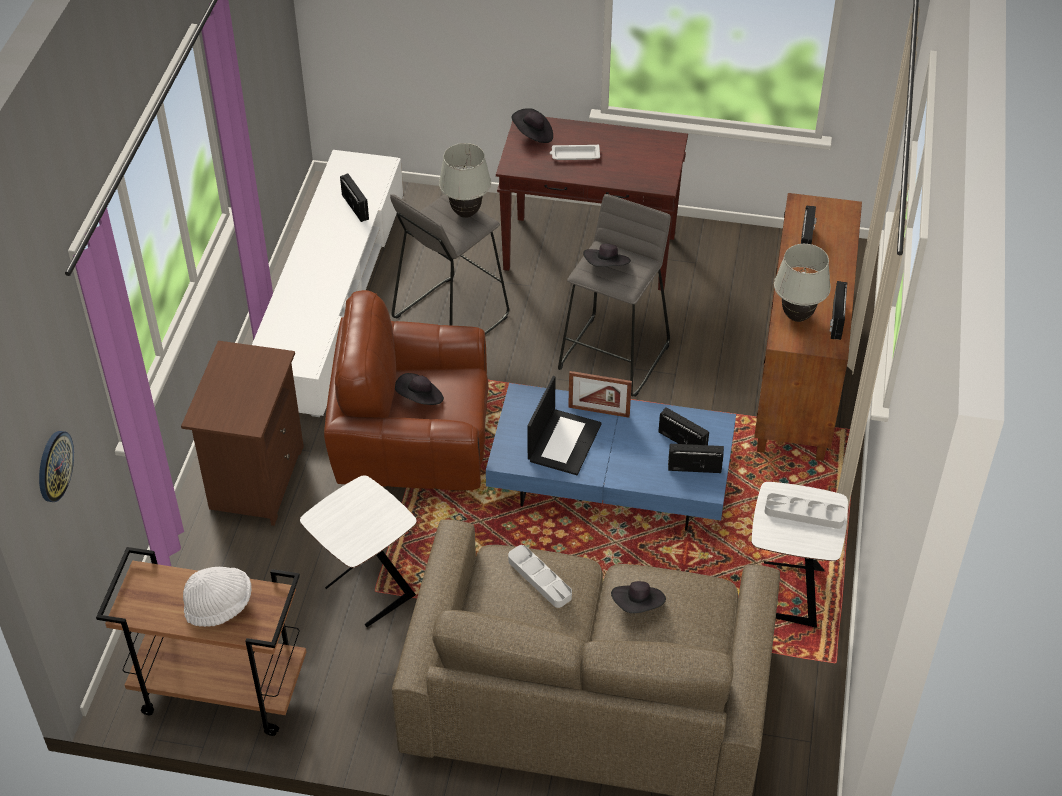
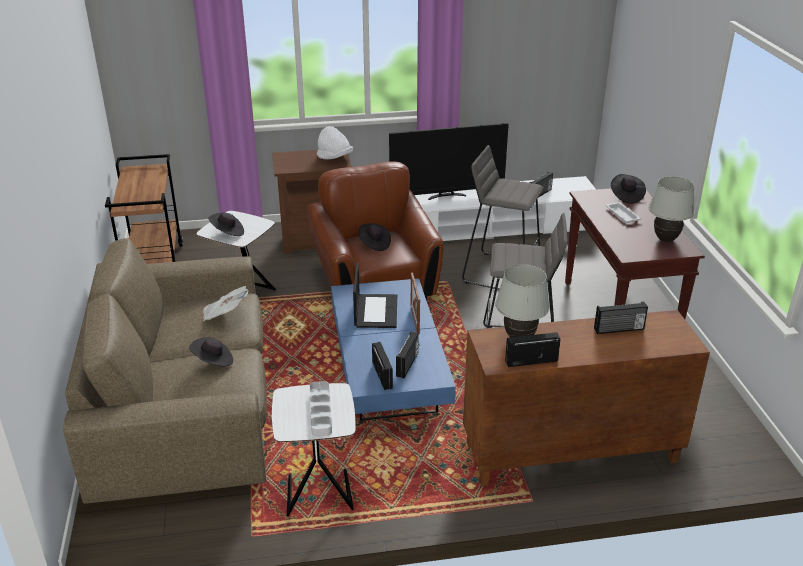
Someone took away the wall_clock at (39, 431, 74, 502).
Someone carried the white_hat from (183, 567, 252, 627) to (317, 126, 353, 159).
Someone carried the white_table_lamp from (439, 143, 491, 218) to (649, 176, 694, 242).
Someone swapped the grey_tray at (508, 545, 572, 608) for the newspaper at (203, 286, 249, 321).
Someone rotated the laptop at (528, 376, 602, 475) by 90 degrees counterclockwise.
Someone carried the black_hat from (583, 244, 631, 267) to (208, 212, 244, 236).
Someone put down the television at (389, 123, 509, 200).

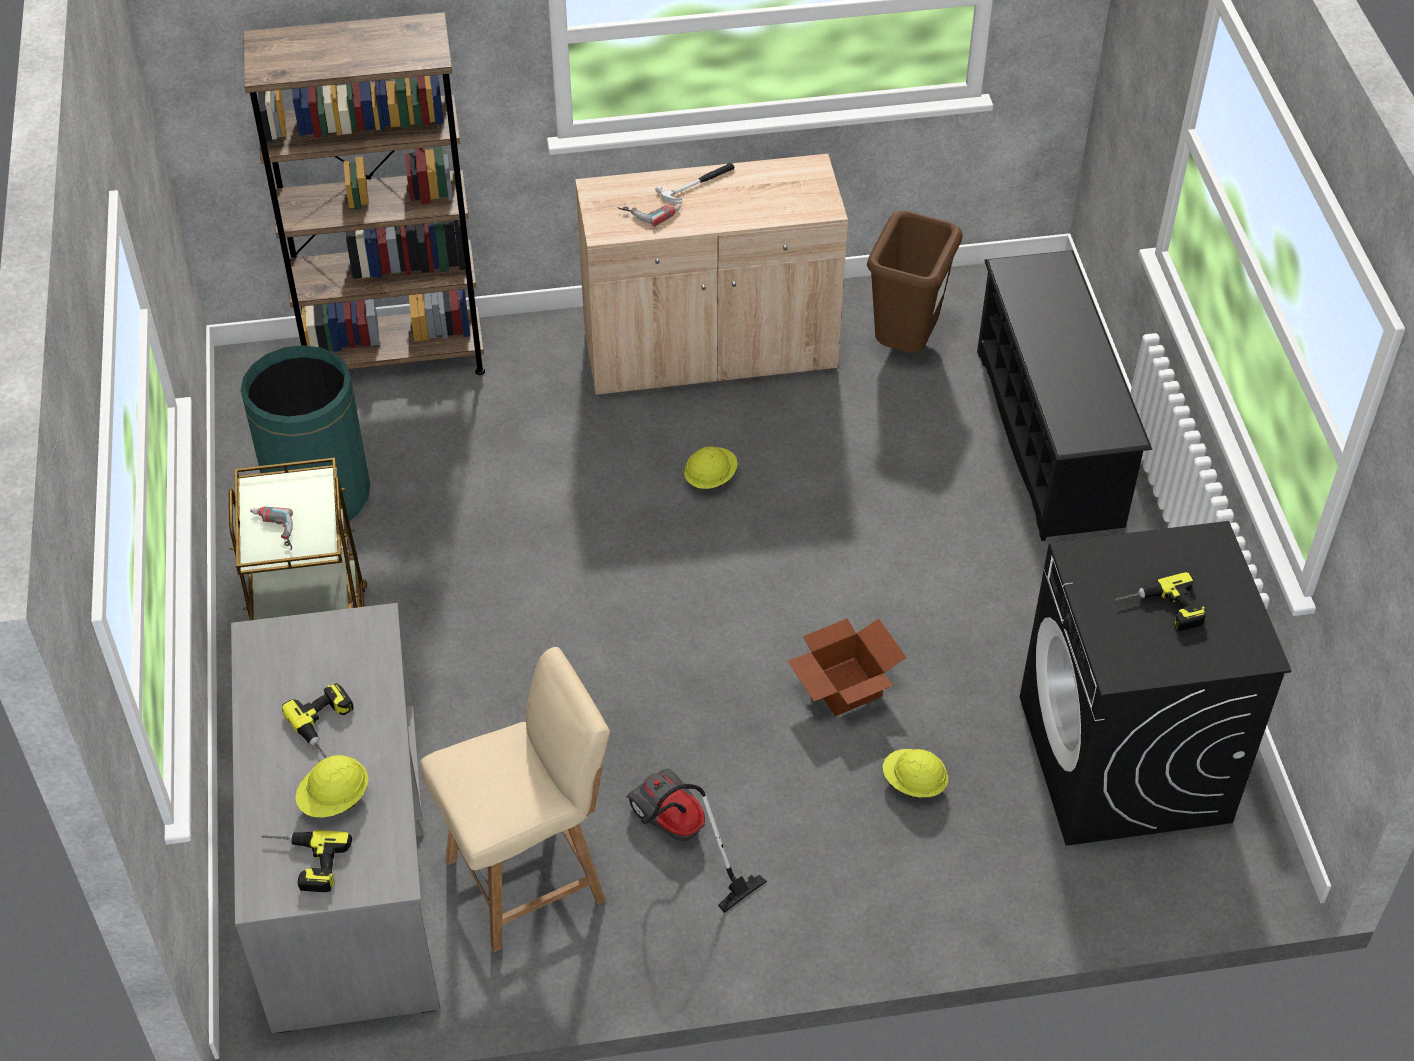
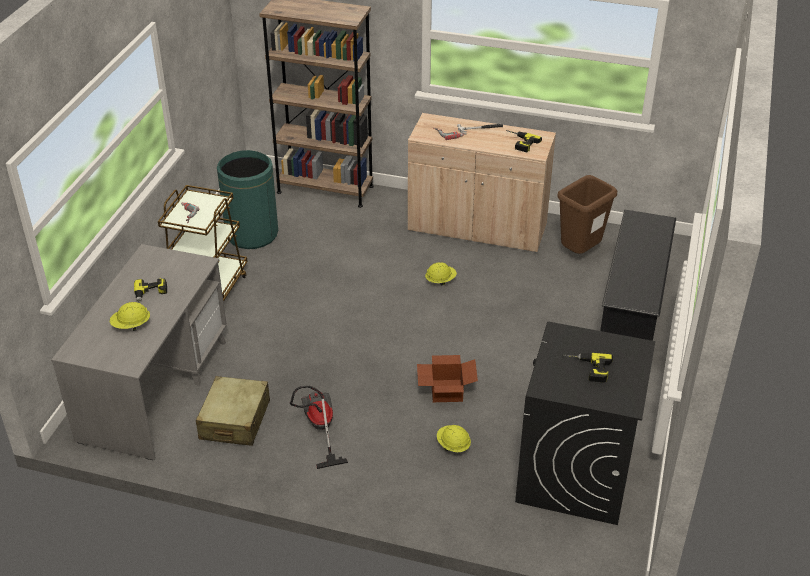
Someone carried the power_drill from (261, 830, 352, 892) to (506, 130, 542, 152).
Someone swapped the beige_chair at (420, 647, 610, 952) for the beige_suitcase at (196, 376, 270, 446).

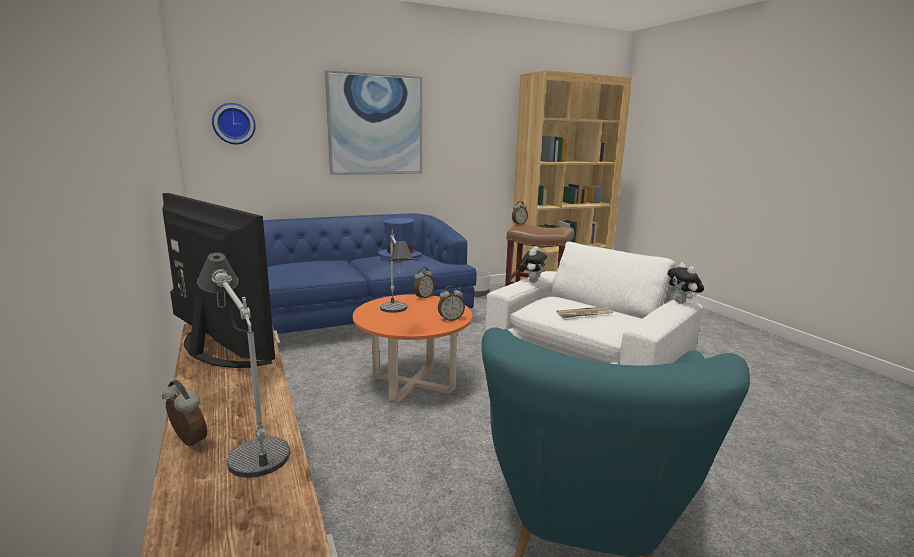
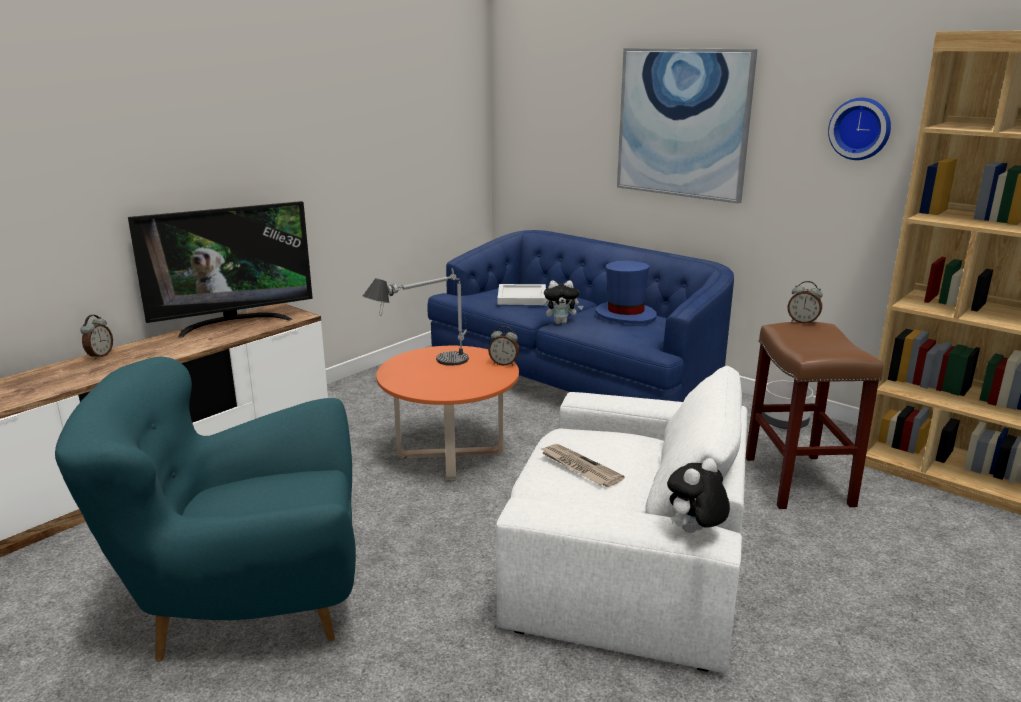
Someone rotated the television at (162, 193, 275, 368) by 45 degrees clockwise.
Someone took away the table_lamp at (197, 252, 290, 478).
Someone carried the wall_clock from (212, 103, 256, 144) to (828, 98, 891, 160).
Someone took away the alarm_clock at (438, 286, 465, 321).
Someone carried the plush_toy from (519, 246, 547, 283) to (543, 281, 583, 324).
Someone put down the white_tray at (497, 284, 546, 305).

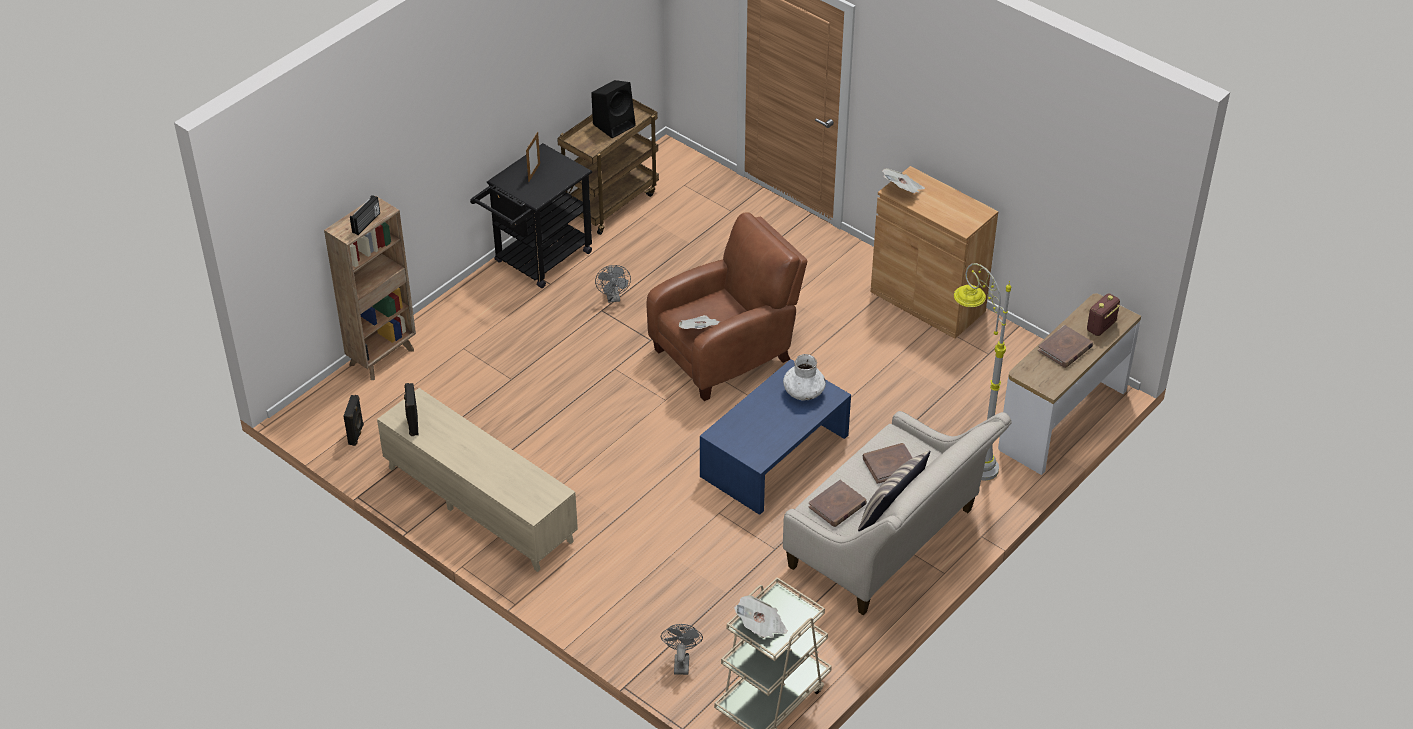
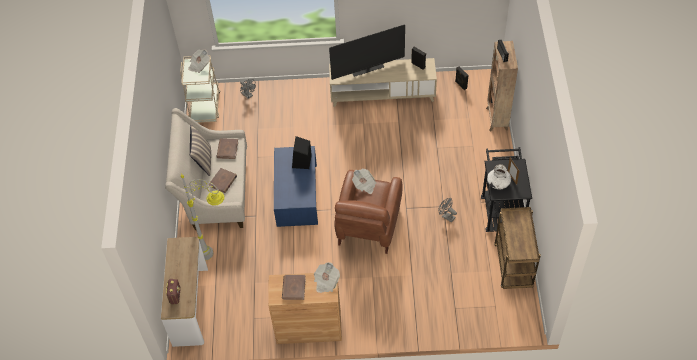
Someone carried the black_speaker from (591, 80, 636, 138) to (292, 136, 312, 169).
Someone carried the white_vase from (783, 354, 826, 400) to (487, 164, 511, 189).
Someone carried the brown_book from (1038, 325, 1093, 368) to (282, 275, 306, 300).
Someone put down the television at (329, 24, 405, 80).

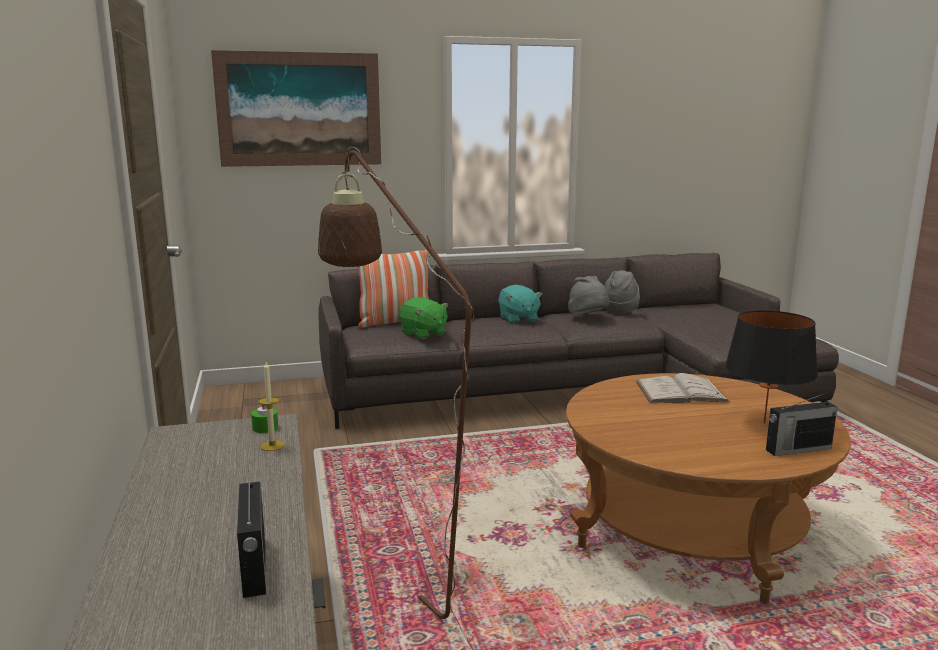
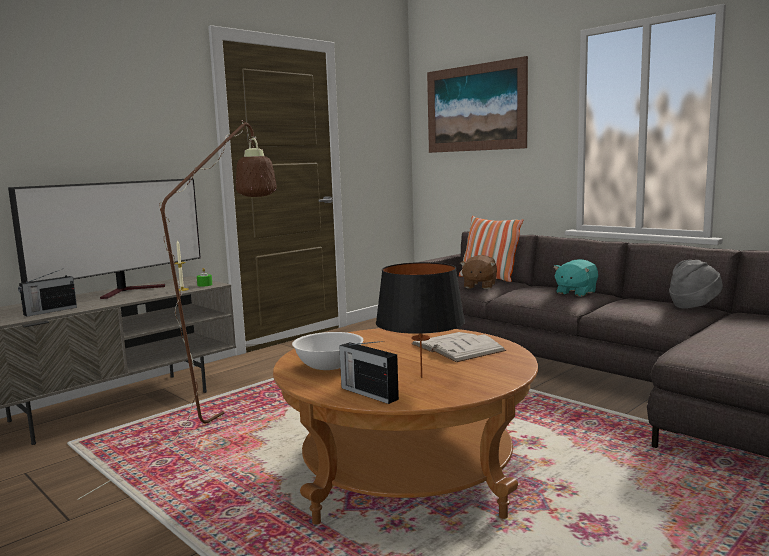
Someone repainted the green_plush_toy at (399, 297, 448, 340), which became the brown_plush_toy at (460, 255, 497, 289).
Someone took away the grey_hat at (568, 276, 610, 315).
Someone put down the television at (8, 178, 201, 299).
Someone put down the white_bowl at (292, 332, 363, 370).

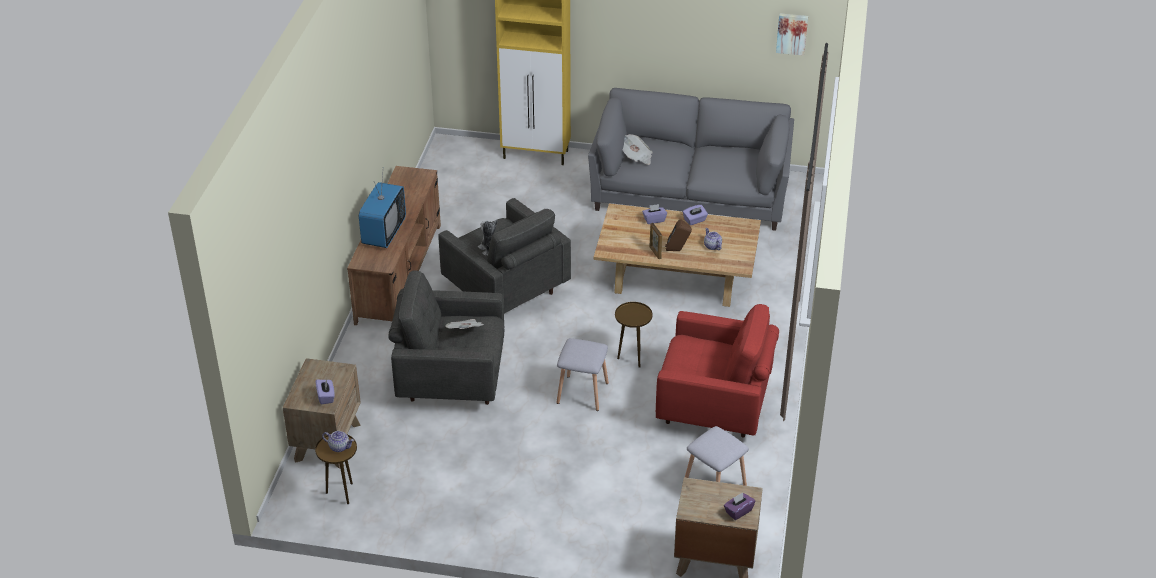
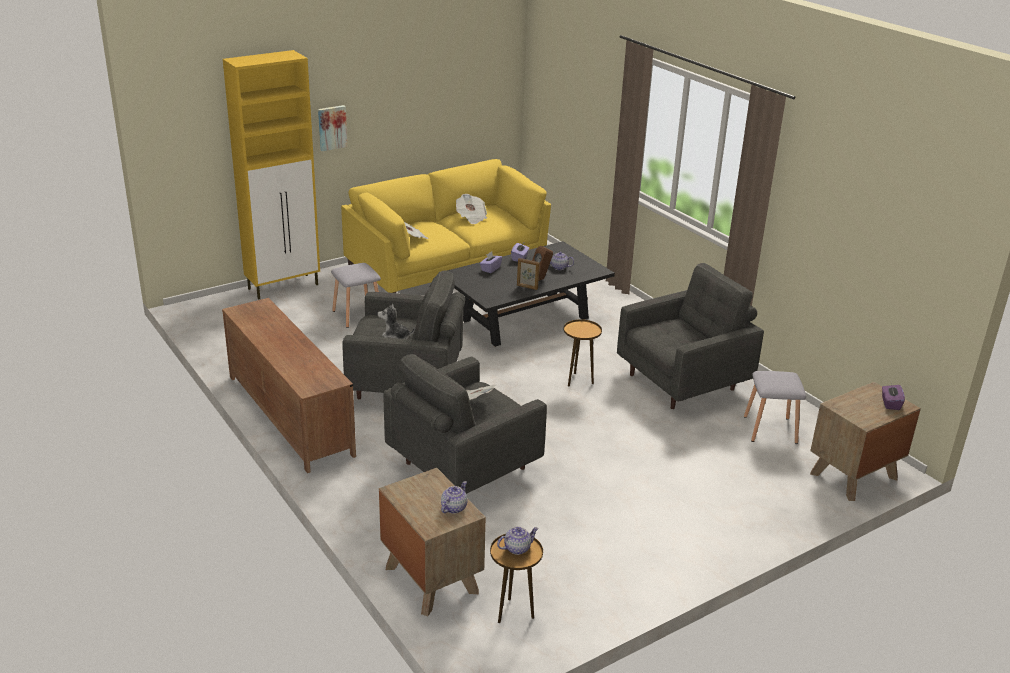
Someone swapped the purple_tissue_box at (316, 379, 335, 405) for the teapot at (441, 481, 468, 514).
Someone took away the television at (359, 167, 406, 248).
Someone carried the grey_stool from (556, 338, 609, 411) to (331, 263, 381, 328).
Someone repainted the grey_sofa at (588, 88, 794, 231), which became the yellow_sofa at (341, 159, 551, 293).
Someone repainted the beige_coffee_table at (594, 203, 761, 307), which became the black_coffee_table at (447, 241, 615, 347).
Someone repainted the red_armchair at (656, 304, 779, 438), which became the grey_armchair at (617, 263, 764, 409).
Someone carried the picture from (776, 13, 808, 56) to (318, 105, 347, 151).
Someone put down the newspaper at (456, 194, 487, 224).

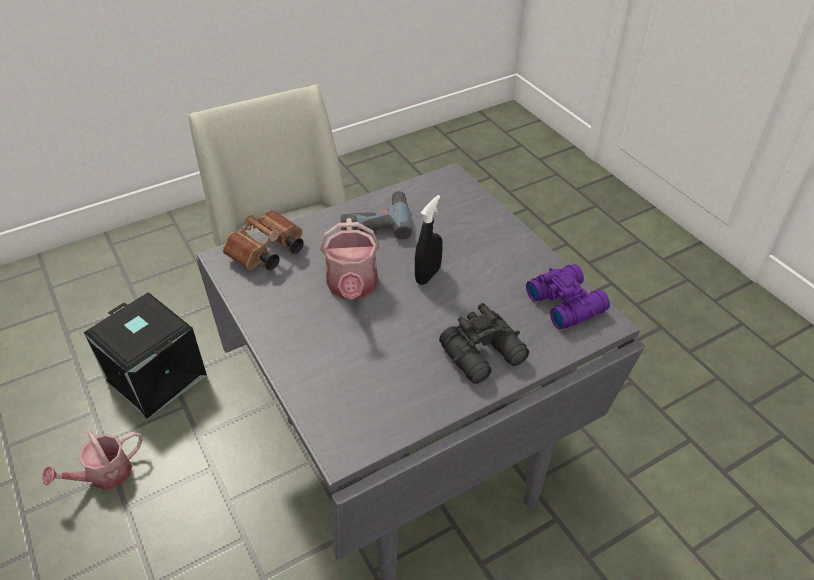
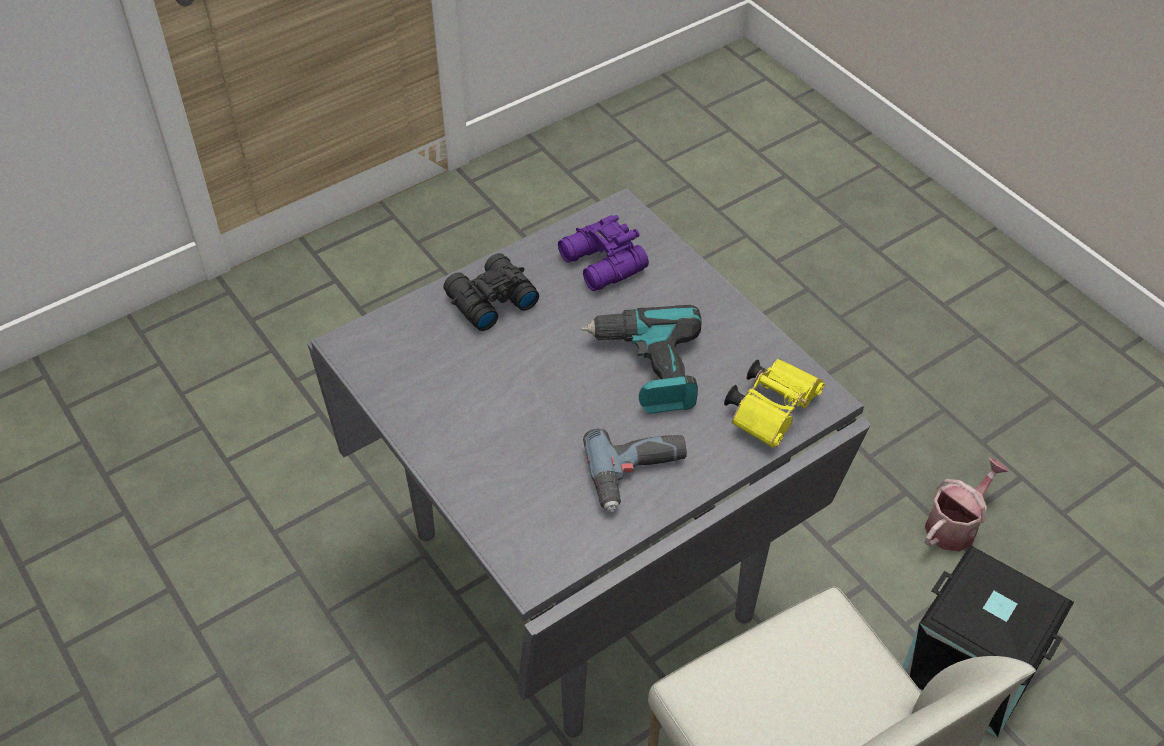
Someone repainted the brown_binoculars at (223, 210, 304, 271), which became the yellow_binoculars at (724, 359, 825, 448).
Someone swapped the watering_can at (320, 218, 380, 300) for the power_drill at (581, 305, 702, 414).
Someone took away the black_spray_bottle at (415, 195, 443, 285).
Someone carried the purple_binoculars from (526, 264, 610, 329) to (558, 215, 649, 291).

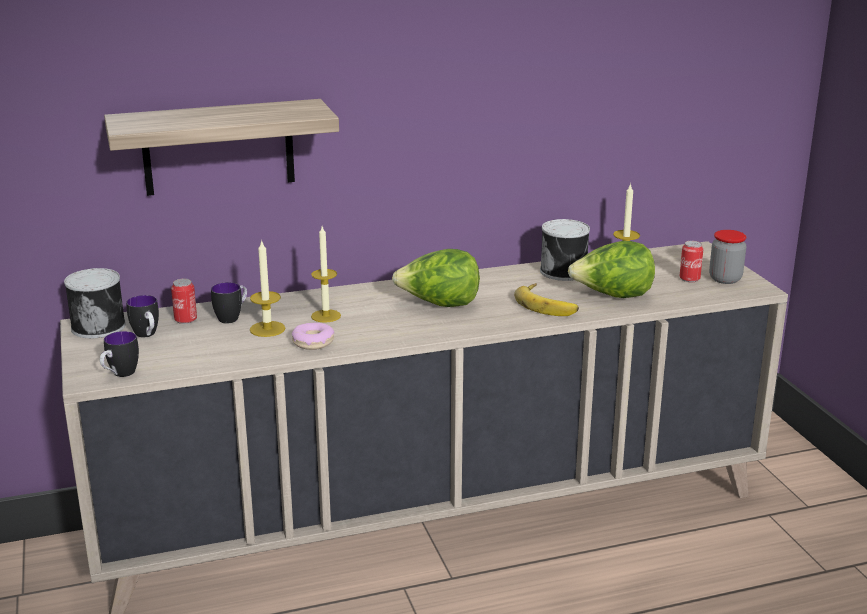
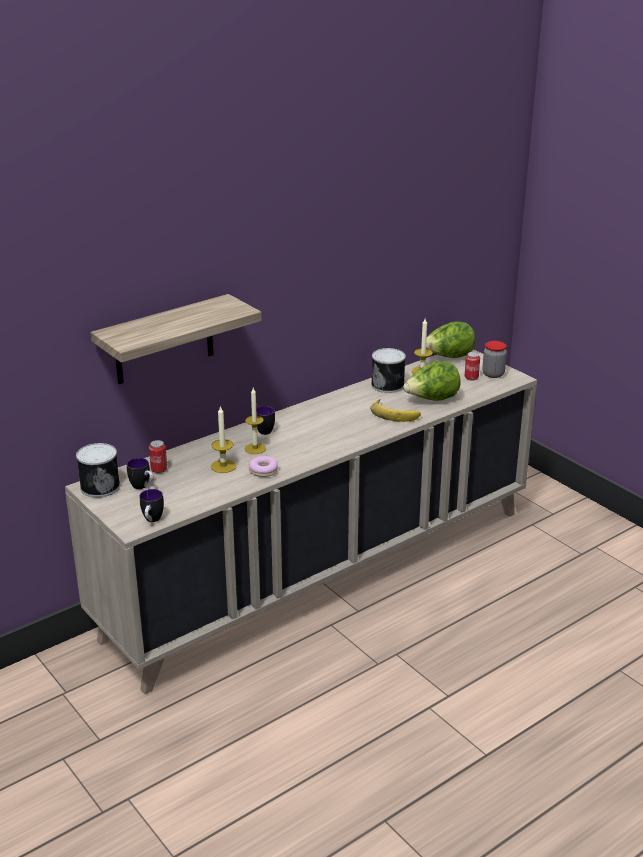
Someone carried the mug from (211, 282, 247, 324) to (256, 406, 275, 435).
Someone carried the lettuce from (392, 249, 480, 307) to (426, 321, 475, 358).

